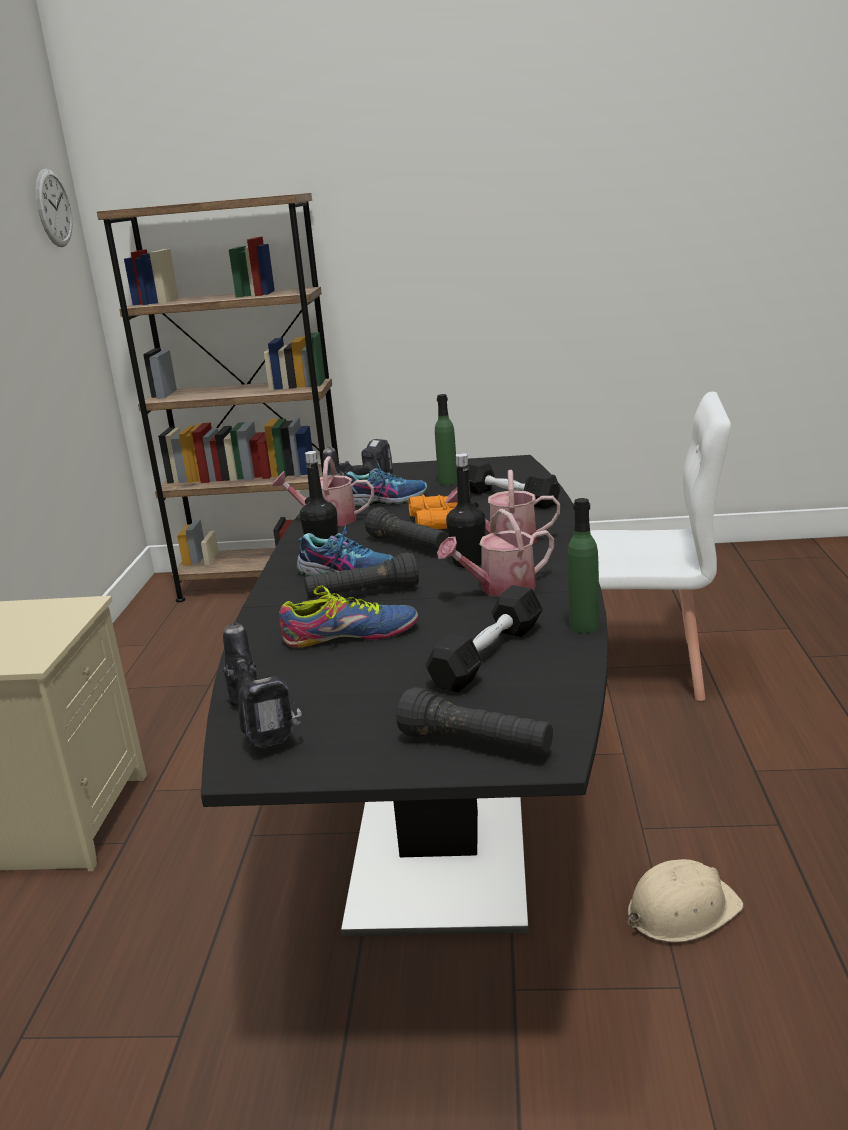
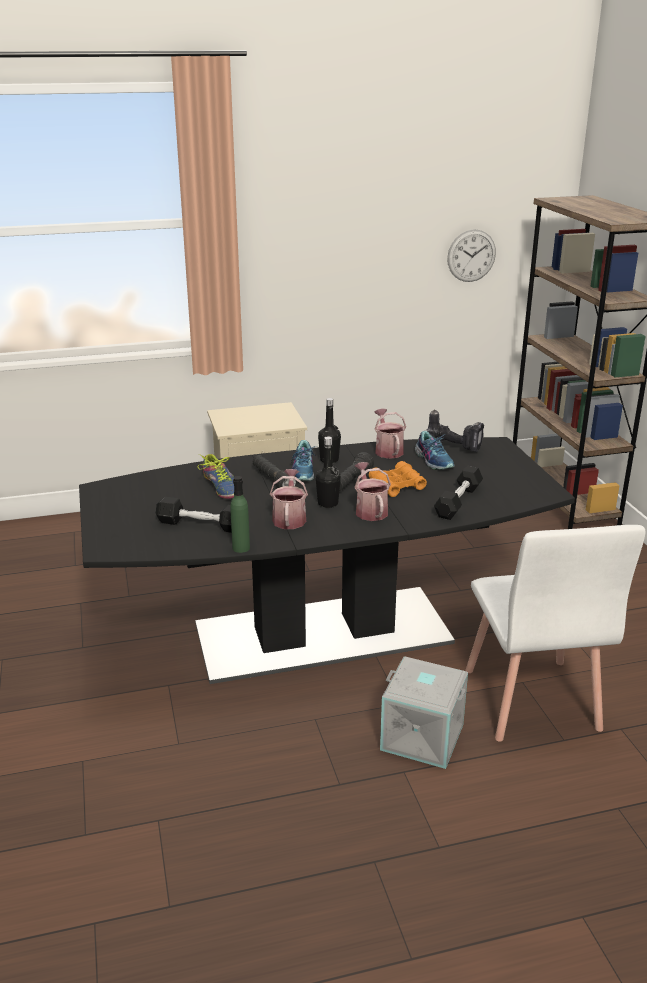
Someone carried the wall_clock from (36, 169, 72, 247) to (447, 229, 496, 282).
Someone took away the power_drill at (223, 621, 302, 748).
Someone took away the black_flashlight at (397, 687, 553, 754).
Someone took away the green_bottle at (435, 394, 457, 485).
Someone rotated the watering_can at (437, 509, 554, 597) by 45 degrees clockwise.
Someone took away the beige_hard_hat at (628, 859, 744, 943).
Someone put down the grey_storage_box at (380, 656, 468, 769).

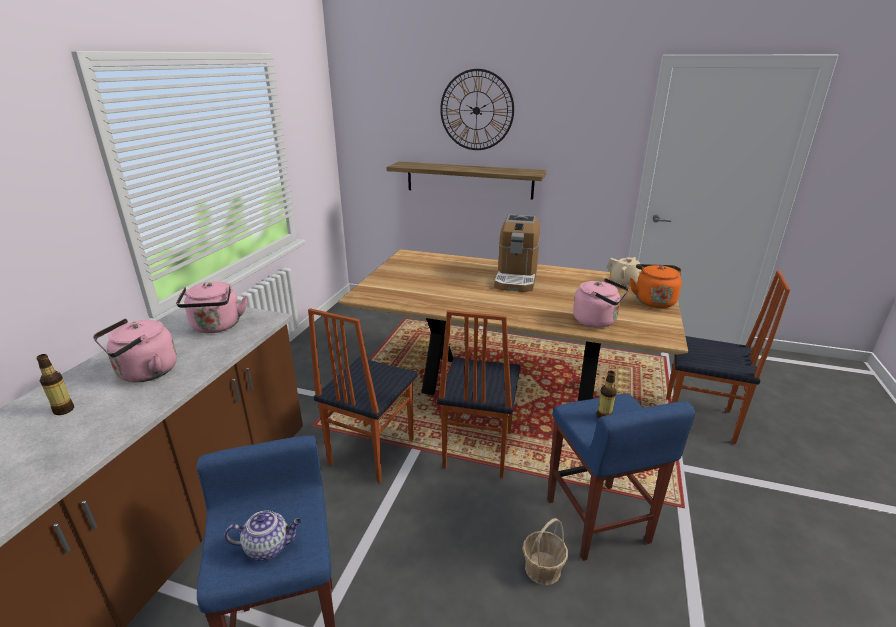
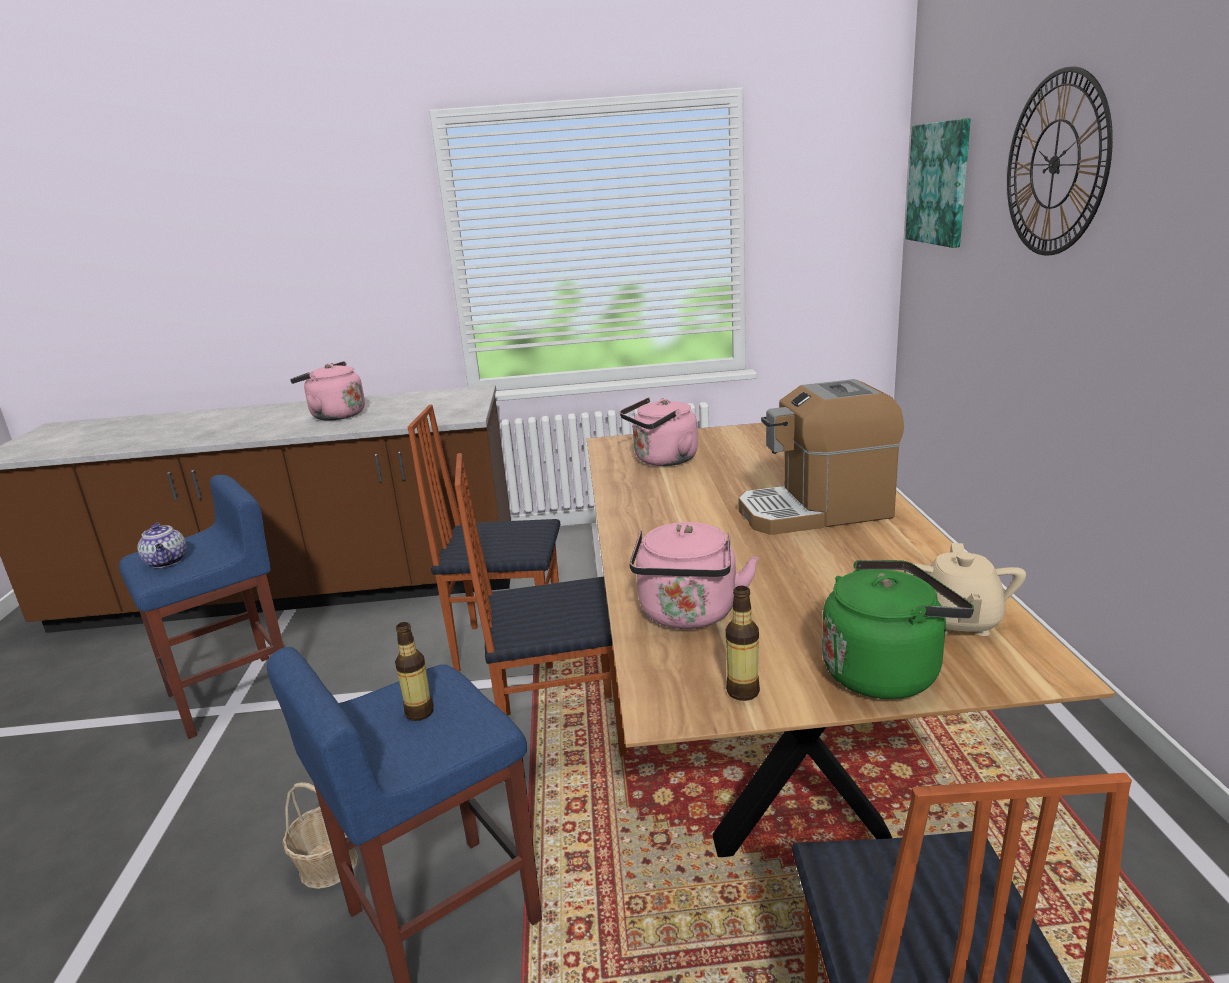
Someone carried the bottle from (36, 354, 74, 415) to (726, 586, 760, 701).
Someone carried the pink_kettle from (176, 281, 247, 333) to (620, 397, 698, 466).
Someone took away the shelf at (386, 162, 547, 200).
Someone repainted the orange_kettle at (630, 264, 682, 308), which became the green_kettle at (822, 560, 974, 699).
Someone put up the picture at (905, 118, 971, 248).

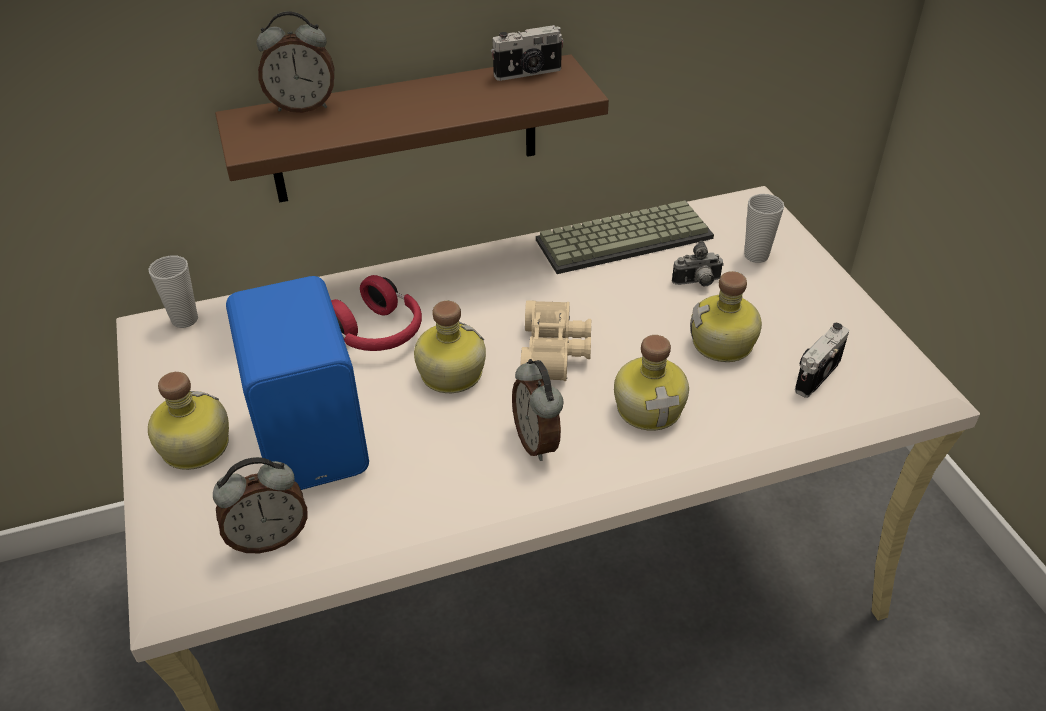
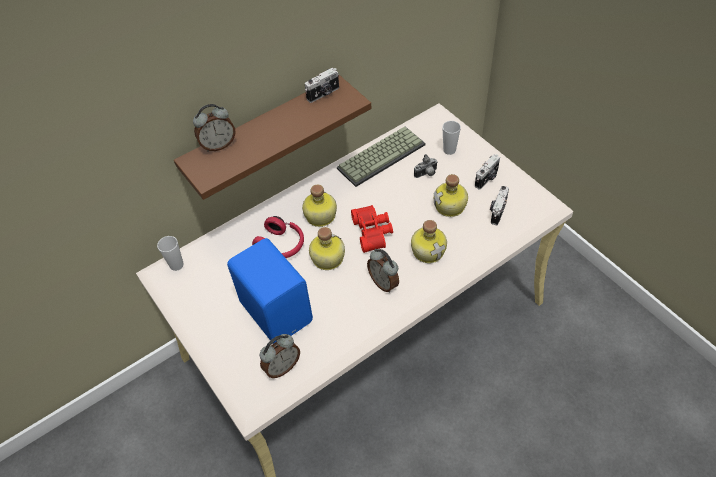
Someone carried the bottle from (148, 372, 229, 470) to (302, 184, 337, 227).
Someone repainted the beige_binoculars at (520, 300, 591, 381), which became the red_binoculars at (351, 205, 393, 253).
Someone put down the photo_camera at (475, 154, 500, 190).

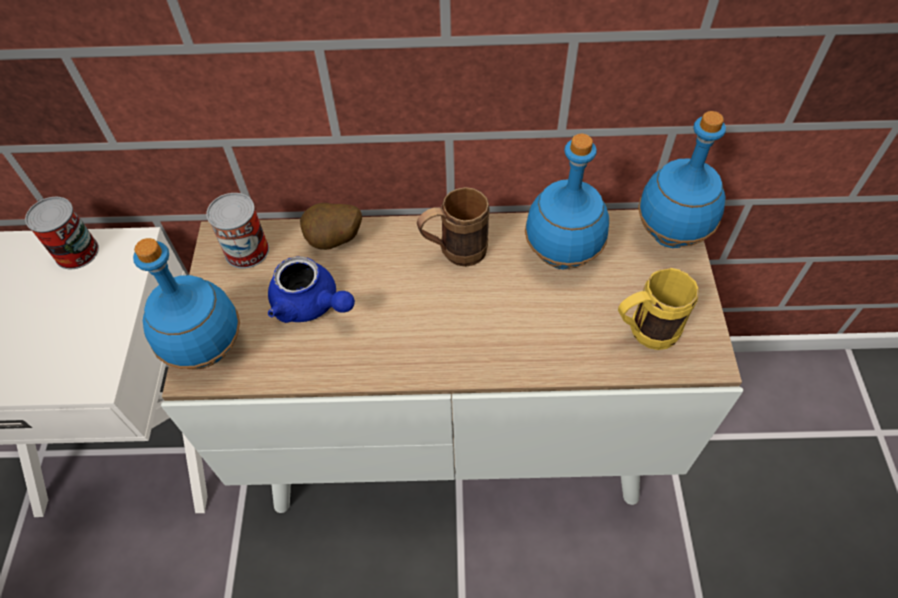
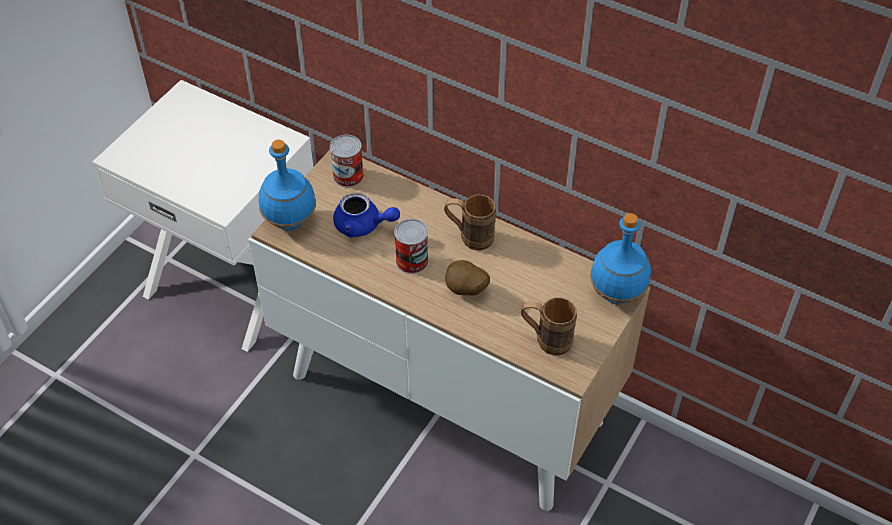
Someone carried the can from (25, 197, 99, 269) to (394, 219, 429, 274).
Someone rotated the blue_teapot at (268, 256, 355, 323) by 45 degrees counterclockwise.
Someone carried the potato from (300, 203, 362, 250) to (445, 260, 490, 296).
Someone took away the blue_bottle at (525, 134, 609, 269).
Someone repainted the yellow_mug at (618, 268, 699, 350), which became the brown_mug at (521, 297, 577, 355).

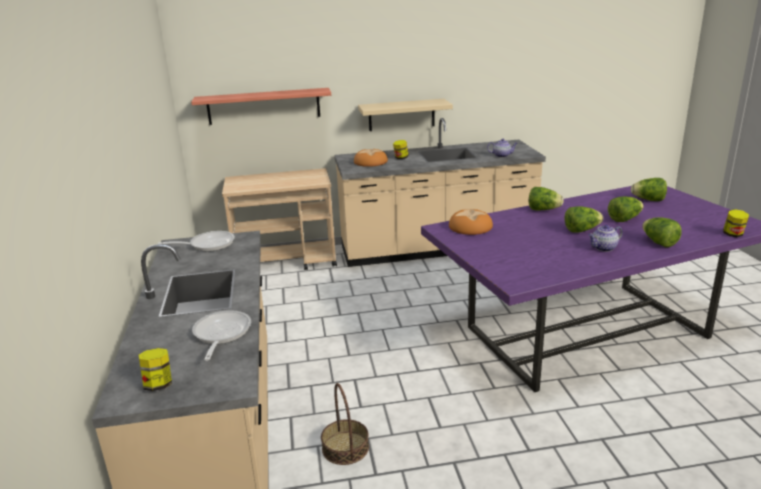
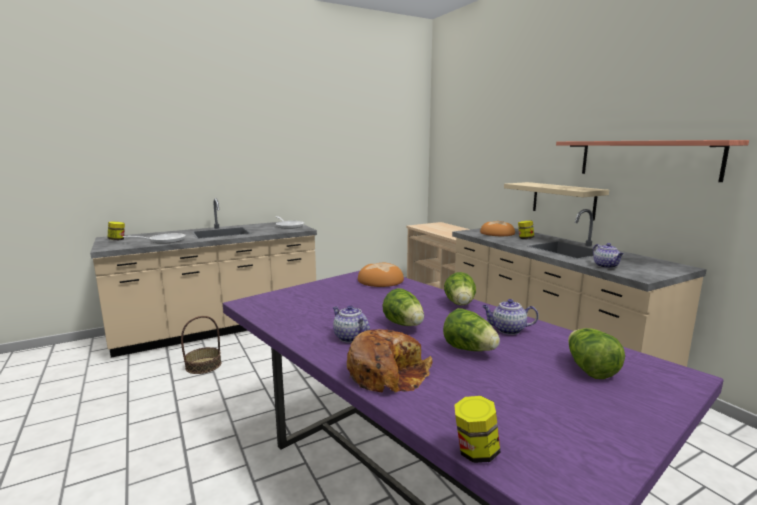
Someone carried the shelf from (191, 88, 331, 125) to (556, 140, 749, 182).
Someone swapped the lettuce at (642, 217, 682, 247) for the bread at (347, 329, 432, 393).
Someone put down the teapot at (482, 299, 539, 335).

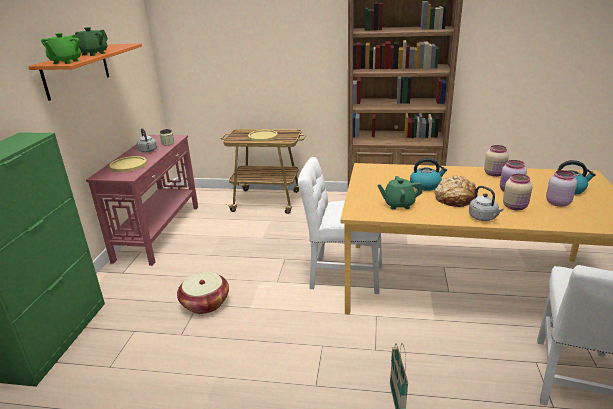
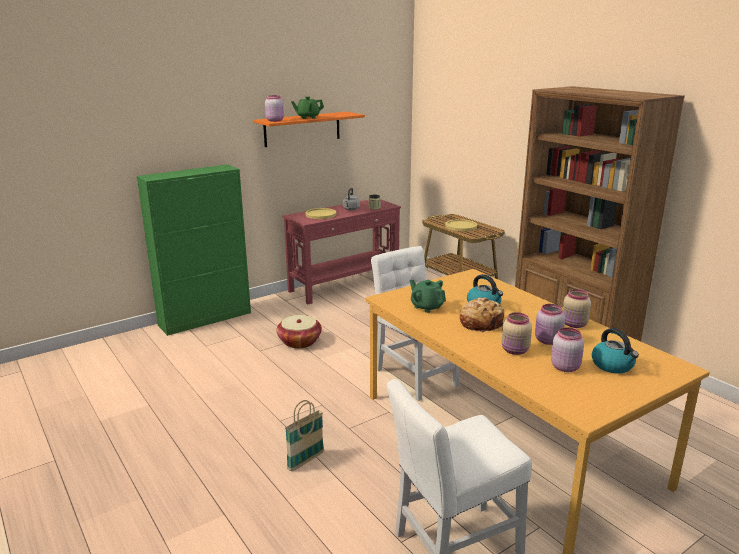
Someone swapped the green_teapot at (41, 33, 81, 64) for the pink_jar at (265, 95, 284, 122).
Someone took away the grey_kettle at (469, 186, 503, 221).

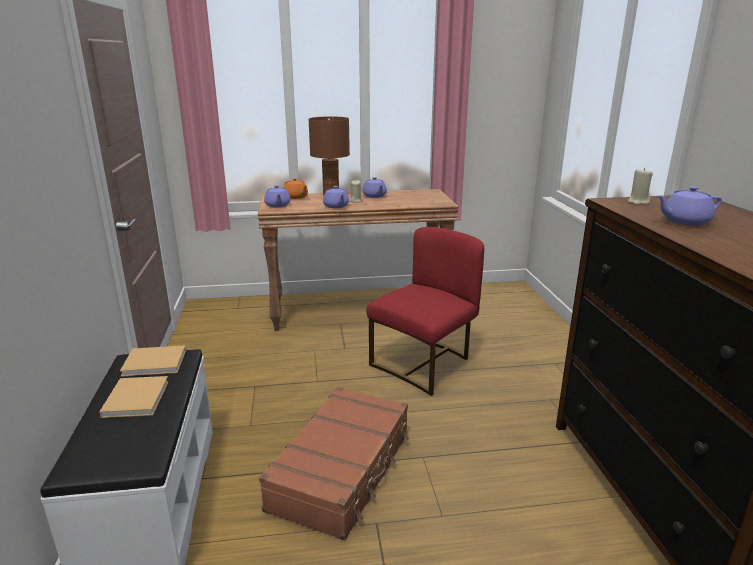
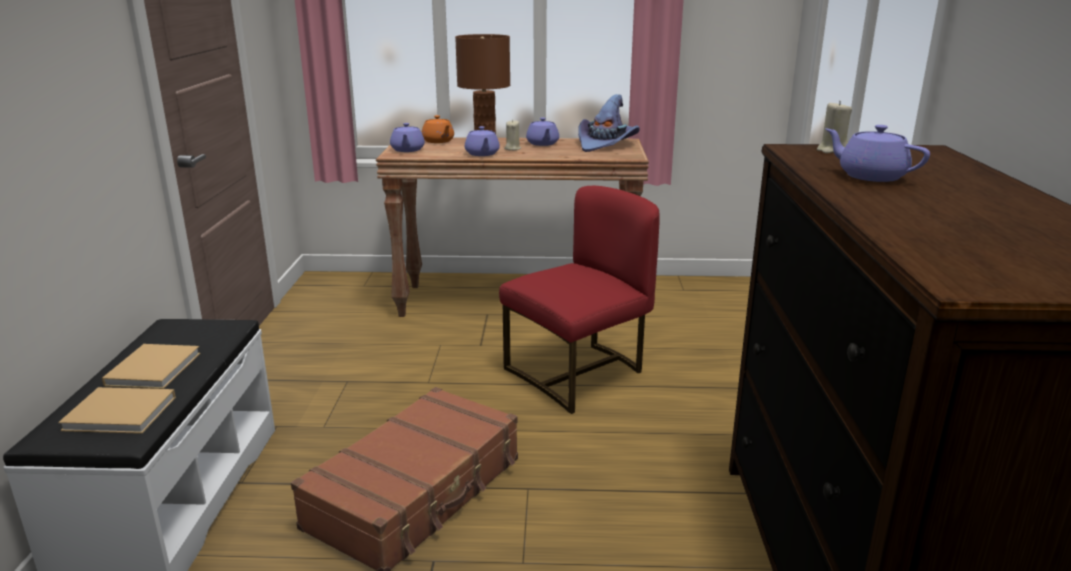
Someone carried the beige_book from (120, 345, 186, 377) to (58, 387, 176, 434).
Someone rotated the purple_teapot at (657, 186, 722, 226) by 45 degrees clockwise.
Someone put down the purple_hat at (578, 94, 640, 152).

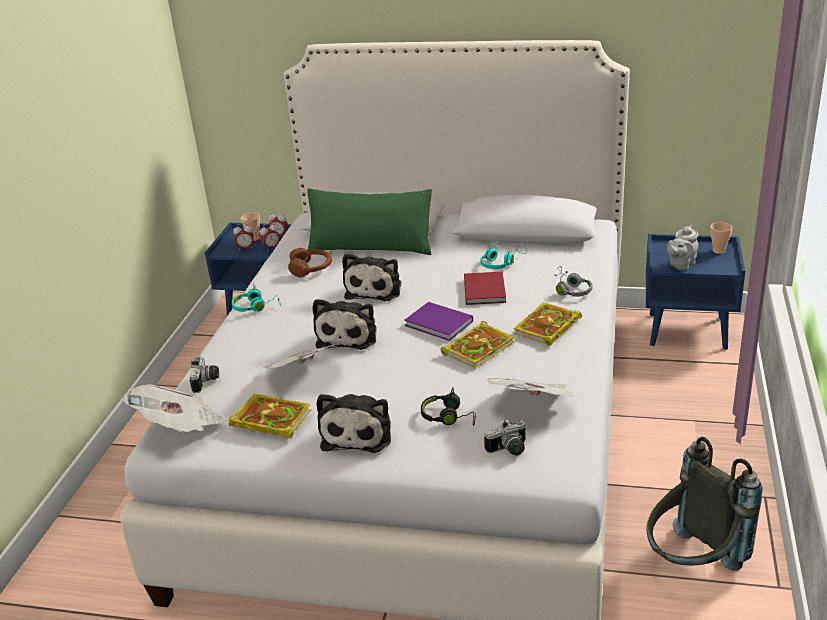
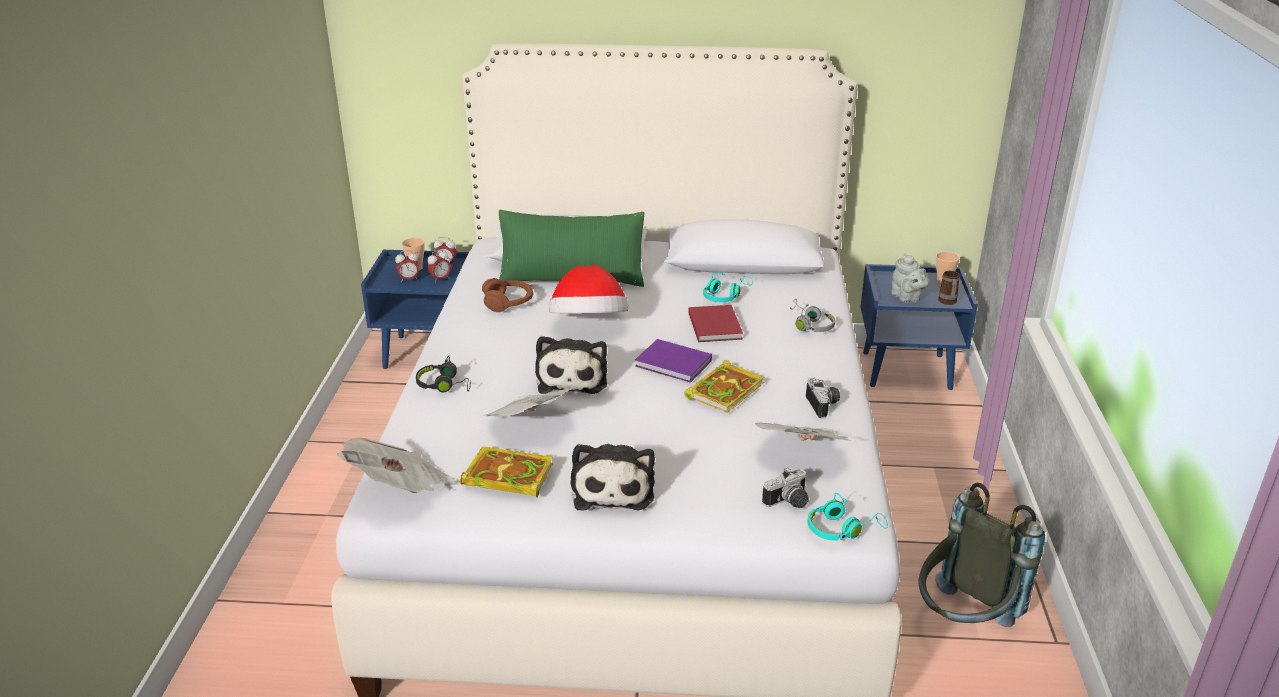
Someone carried the photo_camera from (190, 356, 219, 393) to (806, 377, 840, 419).
Someone carried the turquoise_headphones from (232, 283, 281, 312) to (808, 493, 888, 541).
Someone swapped the plush_toy at (342, 253, 401, 301) for the hat at (549, 265, 628, 314).
Someone carried the black_headphones from (421, 387, 476, 426) to (416, 355, 471, 392).
Someone took away the book at (514, 302, 582, 346).
Someone rotated the grey_teapot at (667, 225, 698, 271) by 60 degrees counterclockwise.
Someone put down the mug at (938, 271, 960, 305).

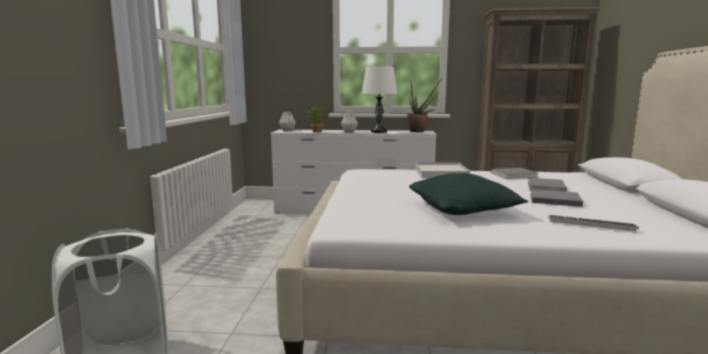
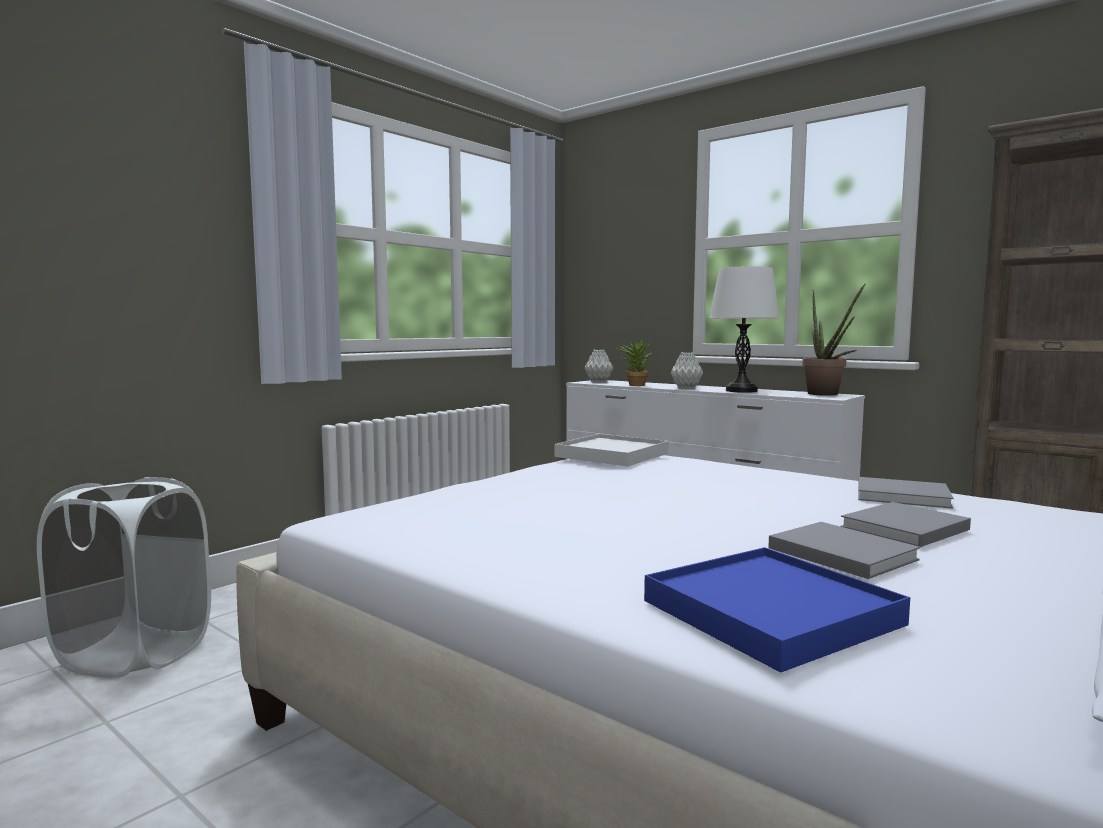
Someone took away the green_pillow at (409, 173, 529, 215).
Someone carried the white_tray from (416, 162, 470, 178) to (555, 434, 668, 467).
Someone swapped the keyboard at (548, 215, 639, 231) for the blue_tray at (644, 547, 910, 672).

